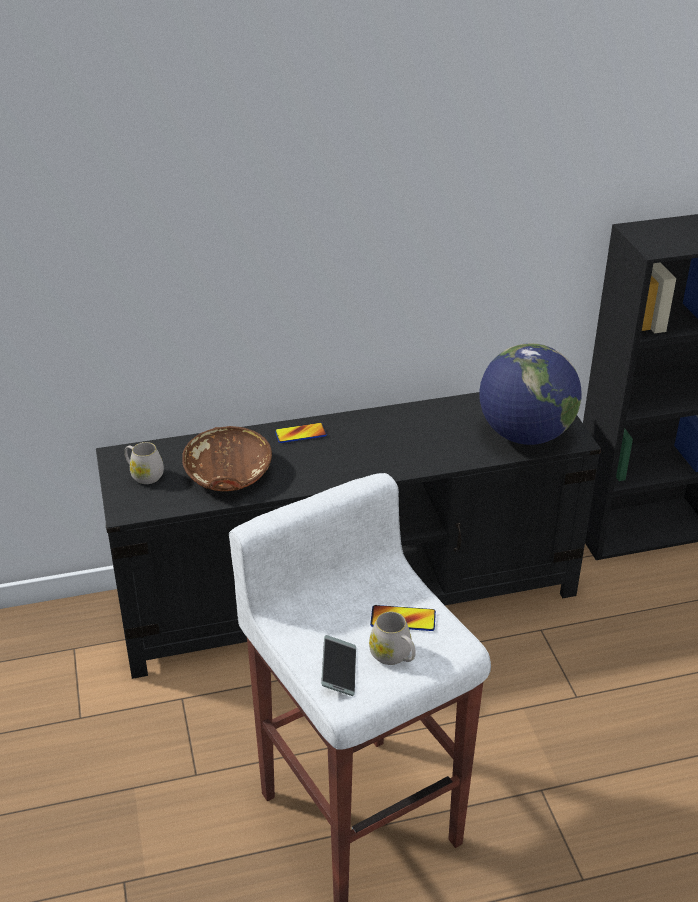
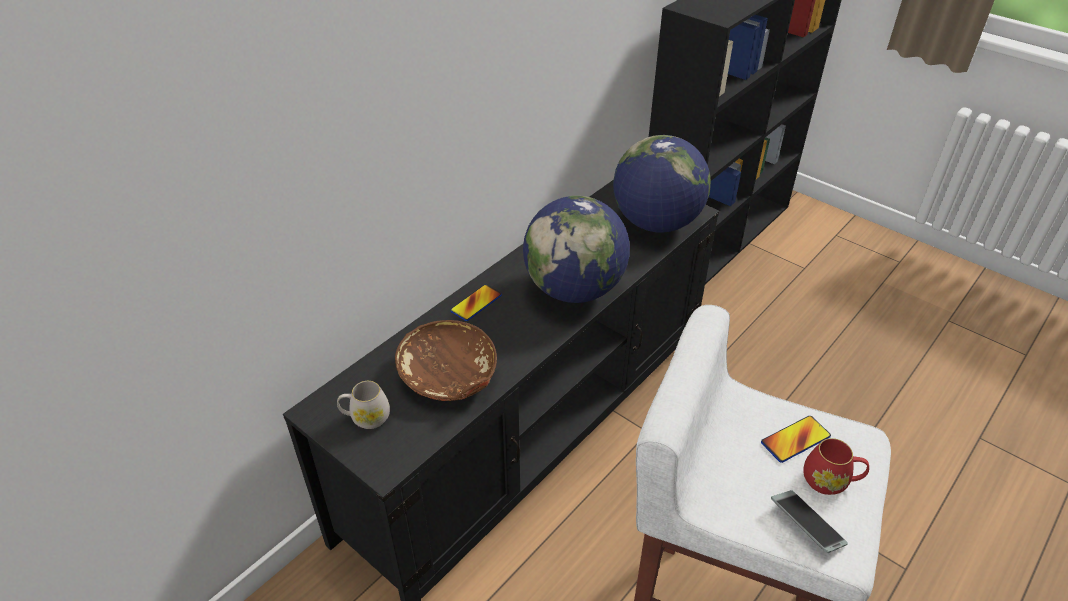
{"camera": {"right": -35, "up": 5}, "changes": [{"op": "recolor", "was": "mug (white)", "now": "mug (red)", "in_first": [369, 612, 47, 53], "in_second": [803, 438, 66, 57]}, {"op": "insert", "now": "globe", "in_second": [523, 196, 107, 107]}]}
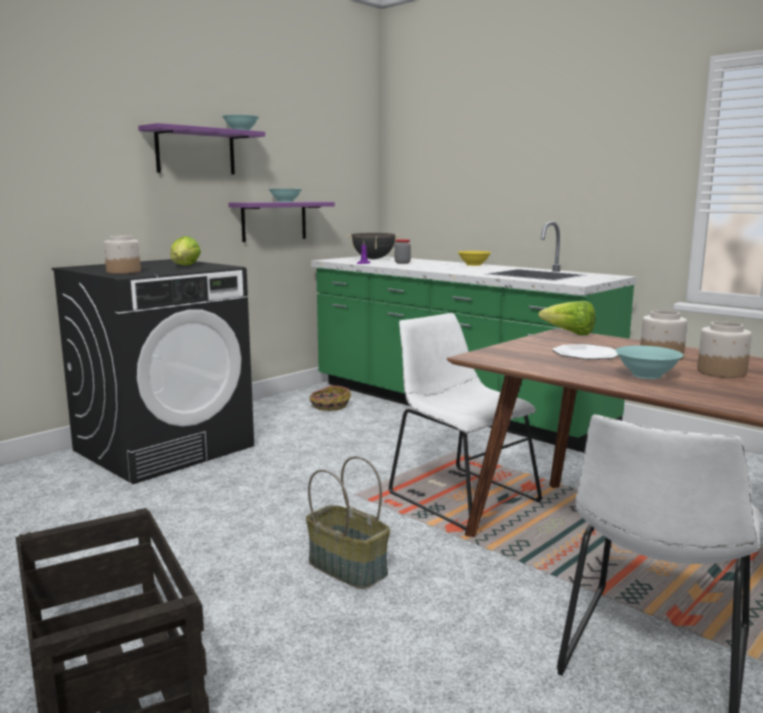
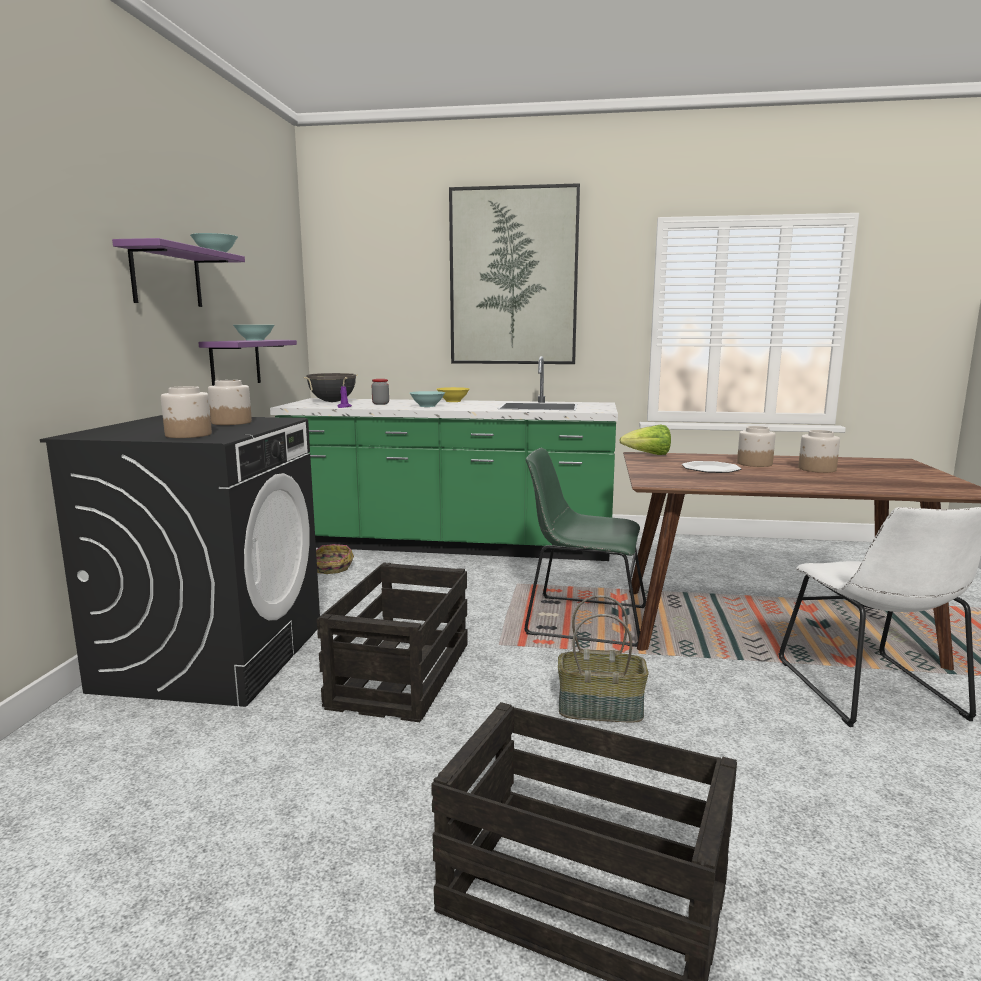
{"camera": {"right": -35, "up": 0}, "changes": [{"op": "replace", "was": "lettuce", "now": "jar", "in_first": [171, 236, 30, 30], "in_second": [208, 380, 44, 45]}, {"op": "recolor", "was": "chair (white)", "now": "chair (green)", "in_first": [388, 313, 155, 217], "in_second": [524, 448, 122, 199]}, {"op": "move", "was": "bowl (turquoise)", "in_first": [615, 346, 69, 33], "in_second": [410, 391, 35, 16]}, {"op": "insert", "now": "crate", "in_second": [317, 562, 151, 160]}, {"op": "insert", "now": "picture", "in_second": [449, 183, 131, 181]}]}
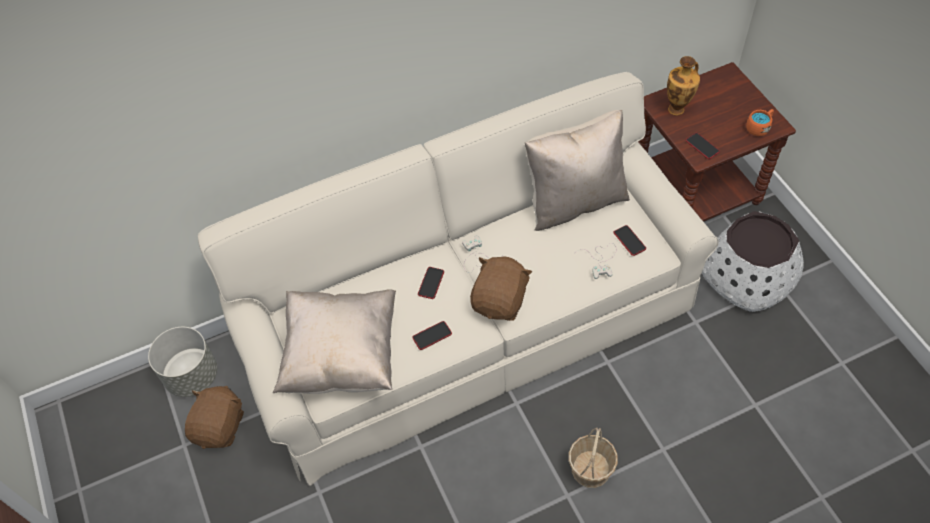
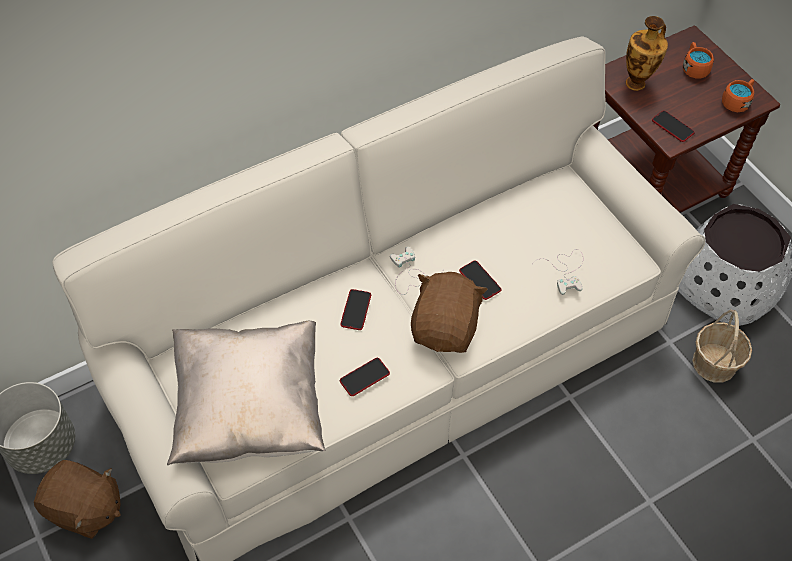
{"camera": {"right": -10, "up": 0}, "changes": [{"op": "rotate", "was": "plush toy (brown)", "in_first": [185, 386, 59, 63], "in_second": [34, 460, 87, 79], "clockwise": 105}, {"op": "delete", "was": "pillow (beige)", "in_first": [525, 110, 105, 121]}, {"op": "move", "was": "basket", "in_first": [569, 428, 49, 60], "in_second": [692, 310, 60, 73]}, {"op": "move", "was": "phone", "in_first": [614, 225, 32, 31], "in_second": [459, 261, 42, 39]}, {"op": "insert", "now": "mug (orange)", "in_second": [683, 42, 31, 36]}]}
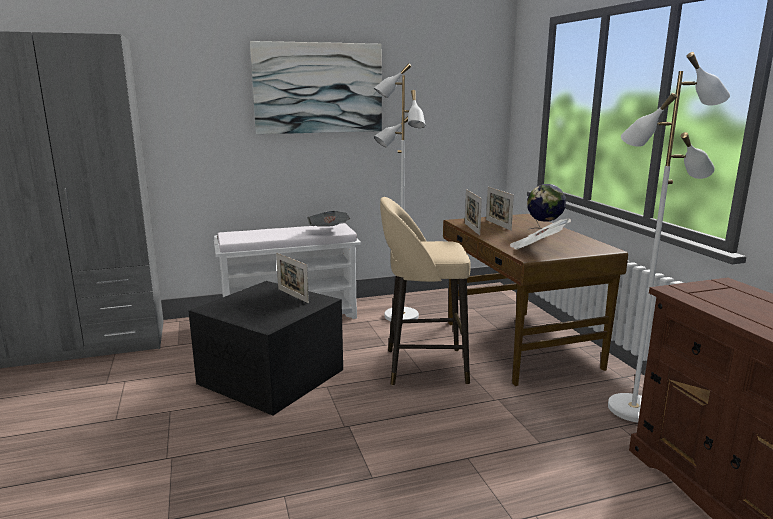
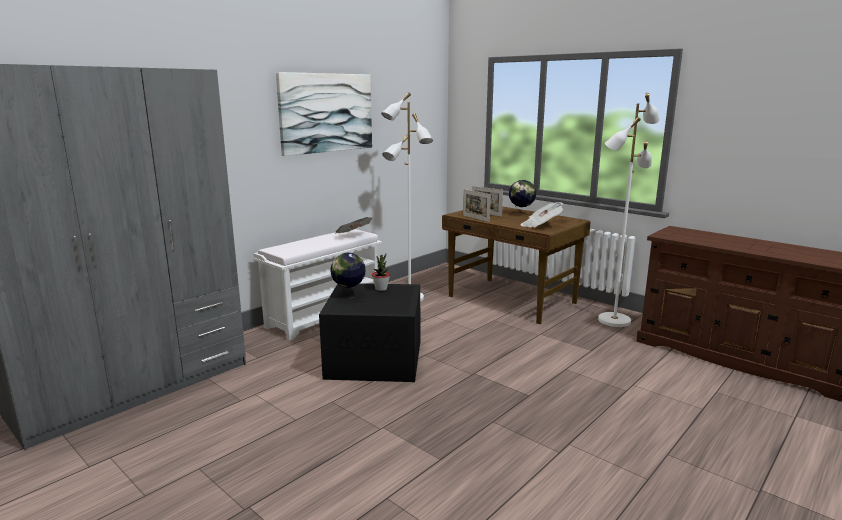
{"camera": {"right": -30, "up": 0}, "changes": [{"op": "replace", "was": "picture frame", "now": "potted plant", "in_first": [276, 253, 33, 50], "in_second": [372, 254, 18, 37]}, {"op": "delete", "was": "stool (beige)", "in_first": [380, 197, 91, 188]}, {"op": "insert", "now": "globe", "in_second": [330, 253, 36, 46]}]}
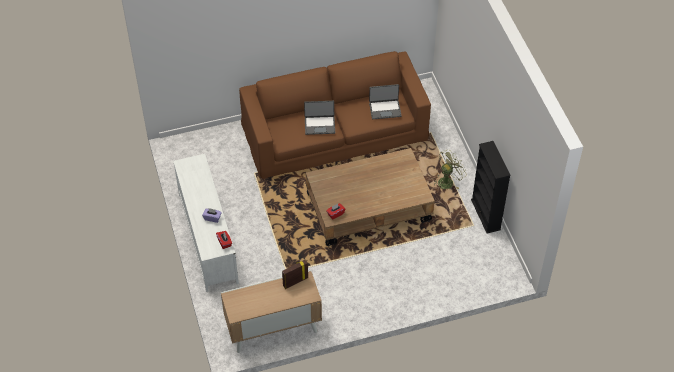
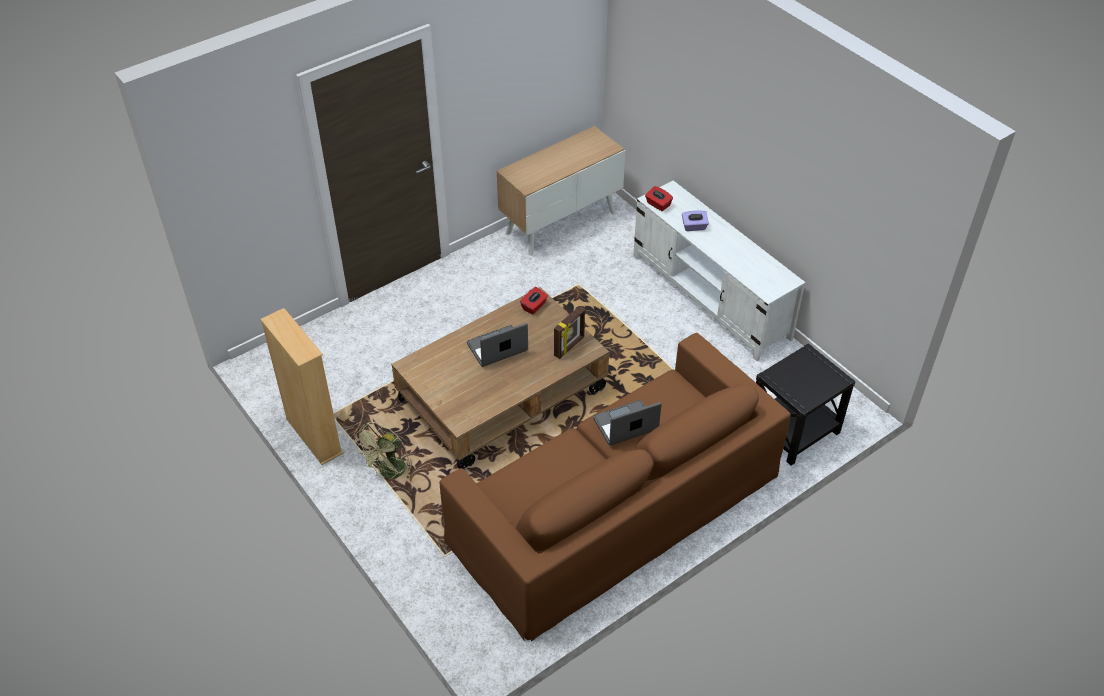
{"camera": {"right": 160, "up": -5}, "changes": [{"op": "move", "was": "picture frame", "in_first": [282, 260, 26, 29], "in_second": [554, 306, 31, 53]}, {"op": "move", "was": "laptop", "in_first": [369, 84, 33, 35], "in_second": [467, 323, 61, 44]}, {"op": "recolor", "was": "bookcase (black)", "now": "bookcase (beige)", "in_first": [471, 141, 40, 93], "in_second": [260, 308, 84, 157]}, {"op": "insert", "now": "side table (black)", "in_second": [756, 344, 99, 122]}]}
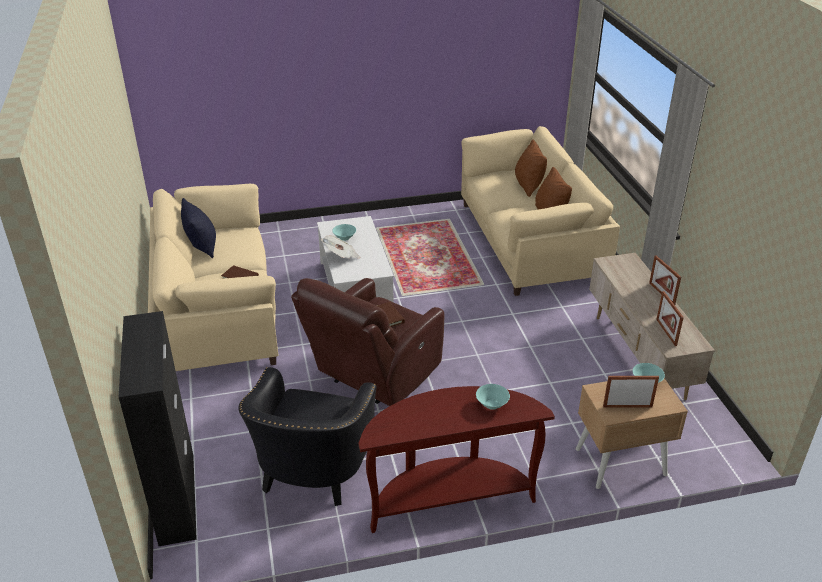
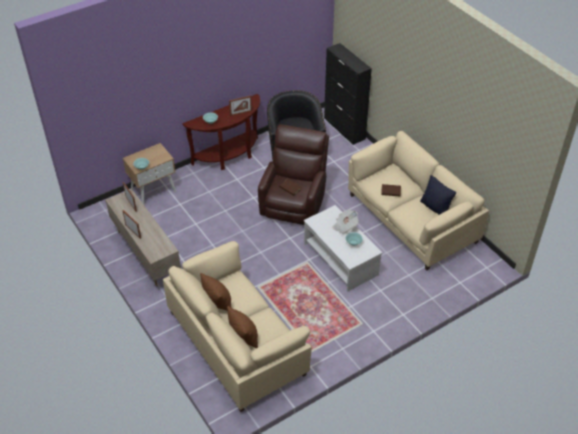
{"camera": {"right": 160, "up": 10}, "changes": [{"op": "move", "was": "picture frame", "in_first": [603, 376, 56, 31], "in_second": [229, 96, 23, 20]}]}
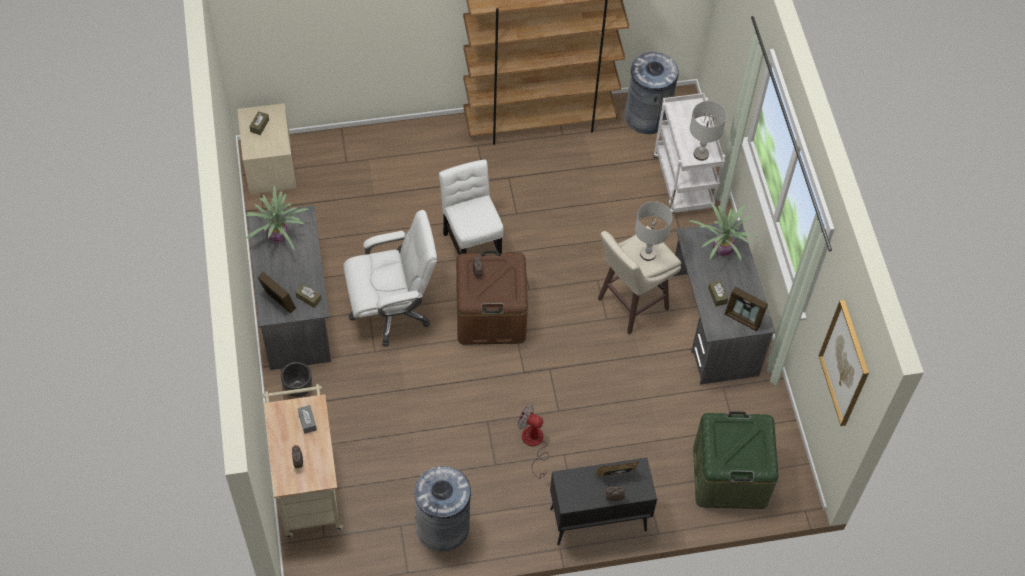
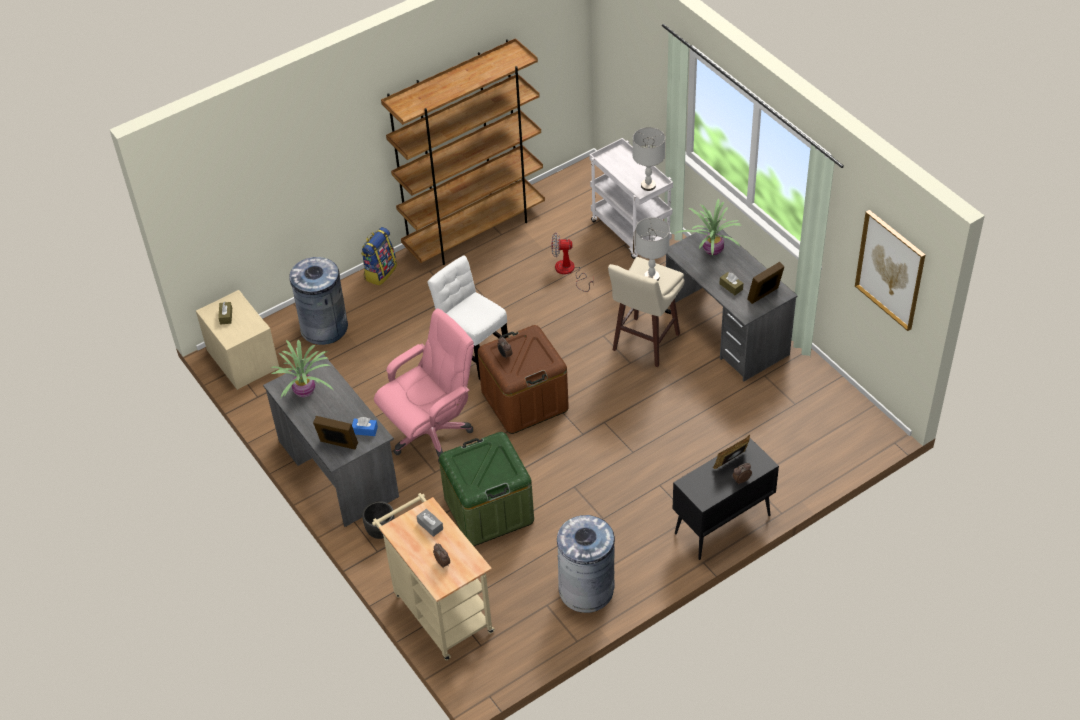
{"camera": {"right": -20, "up": -10}, "changes": [{"op": "recolor", "was": "tissue box (brown)", "now": "tissue box (blue)", "in_first": [295, 284, 26, 24], "in_second": [352, 417, 26, 19]}, {"op": "recolor", "was": "office chair (white)", "now": "office chair (pink)", "in_first": [343, 210, 94, 137], "in_second": [374, 308, 100, 154]}, {"op": "move", "was": "fan", "in_first": [518, 404, 31, 75], "in_second": [551, 233, 42, 59]}, {"op": "move", "was": "trash can (grey)", "in_first": [624, 52, 55, 82], "in_second": [289, 257, 59, 88]}, {"op": "move", "was": "storage box (green)", "in_first": [693, 411, 85, 98], "in_second": [439, 432, 95, 114]}, {"op": "rotate", "was": "picture frame", "in_first": [725, 287, 43, 44], "in_second": [747, 262, 37, 42], "clockwise": 135}, {"op": "insert", "now": "backpack", "in_second": [361, 227, 36, 59]}]}
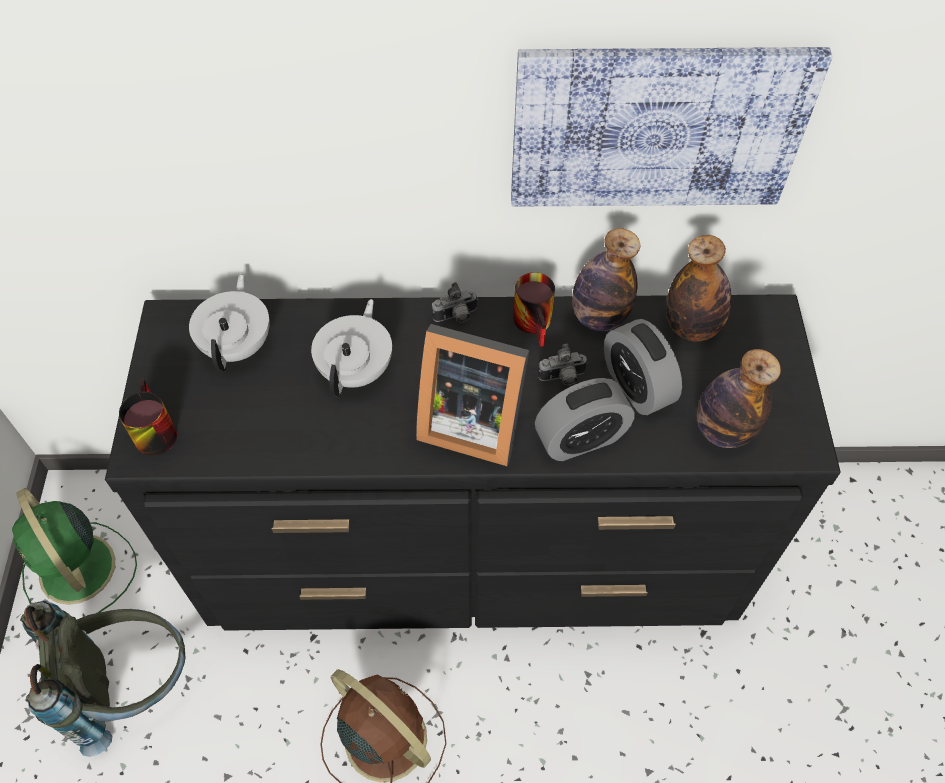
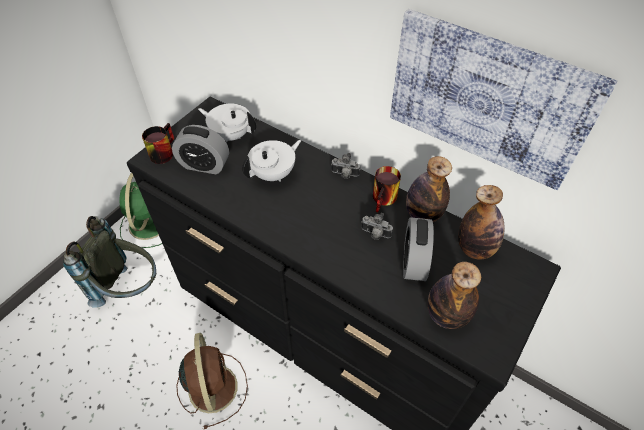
{"camera": {"right": 35, "up": -5}, "changes": [{"op": "rotate", "was": "teapot (white)", "in_first": [189, 274, 81, 97], "in_second": [198, 104, 58, 38], "clockwise": -105}, {"op": "delete", "was": "picture frame", "in_first": [416, 324, 113, 142]}, {"op": "move", "was": "alarm clock", "in_first": [535, 378, 100, 83], "in_second": [172, 125, 57, 49]}]}
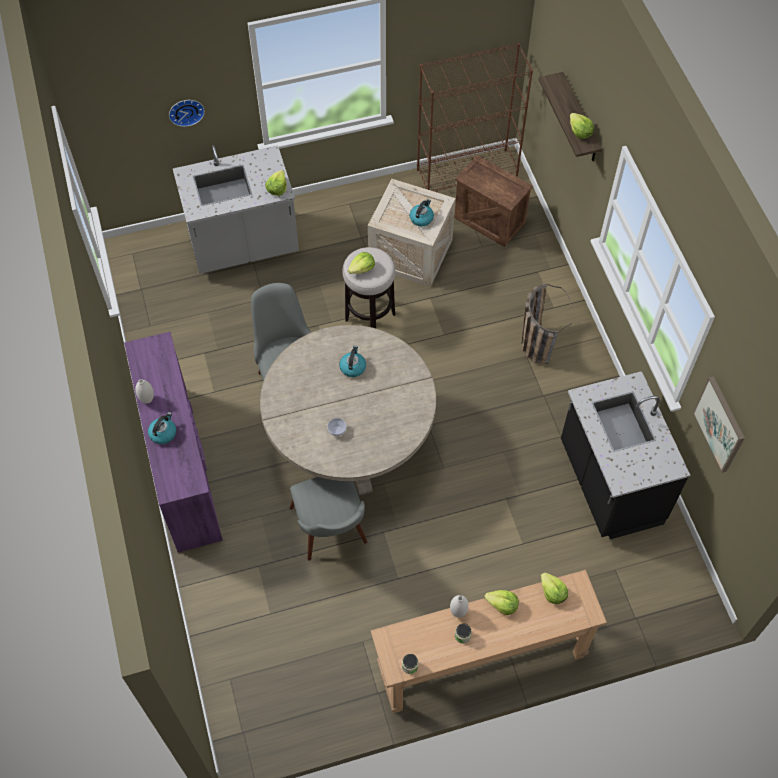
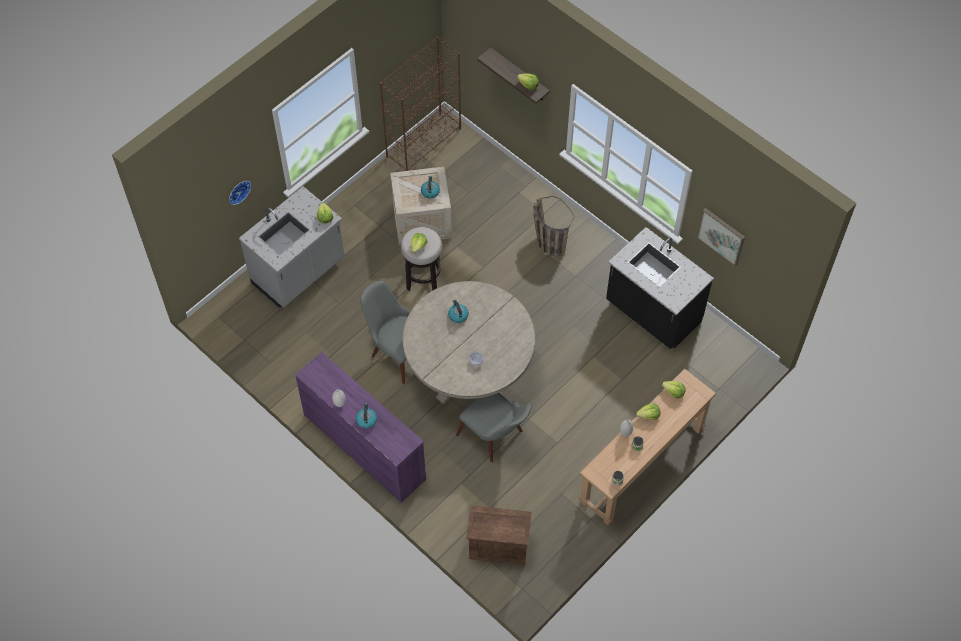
{"camera": {"right": -30, "up": 0}, "changes": [{"op": "move", "was": "crate", "in_first": [454, 155, 79, 92], "in_second": [466, 505, 66, 60]}]}
